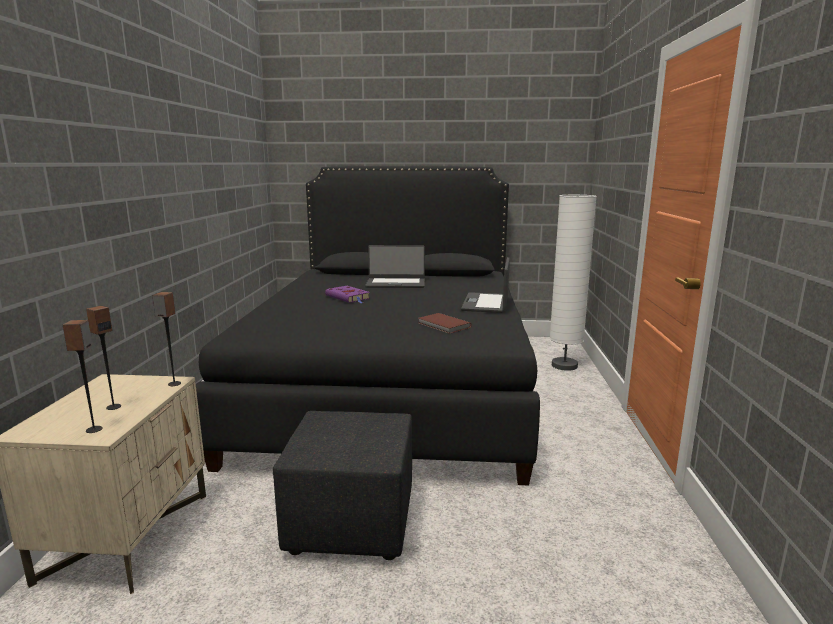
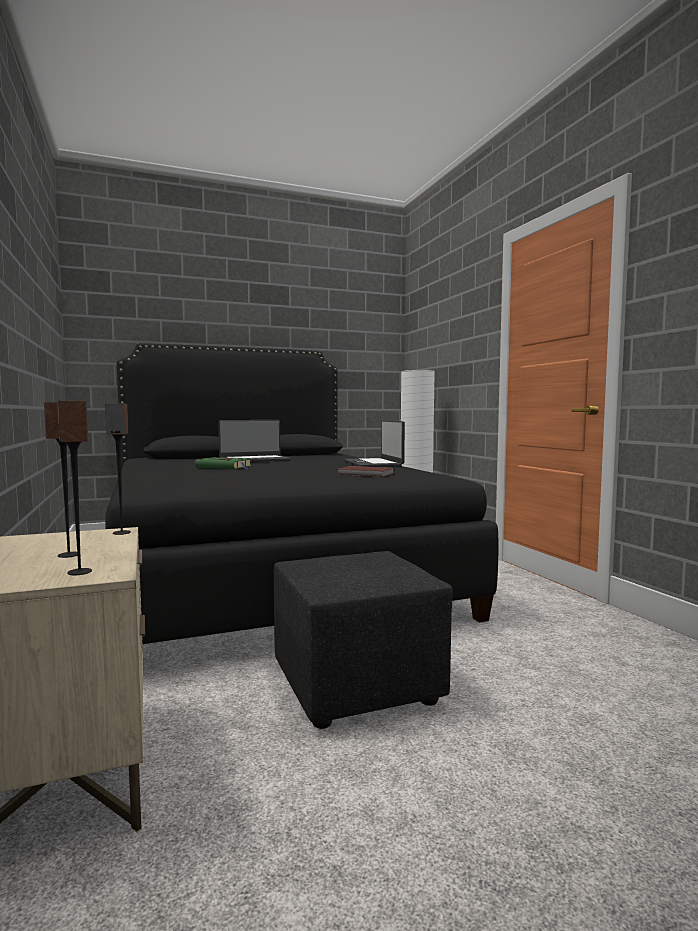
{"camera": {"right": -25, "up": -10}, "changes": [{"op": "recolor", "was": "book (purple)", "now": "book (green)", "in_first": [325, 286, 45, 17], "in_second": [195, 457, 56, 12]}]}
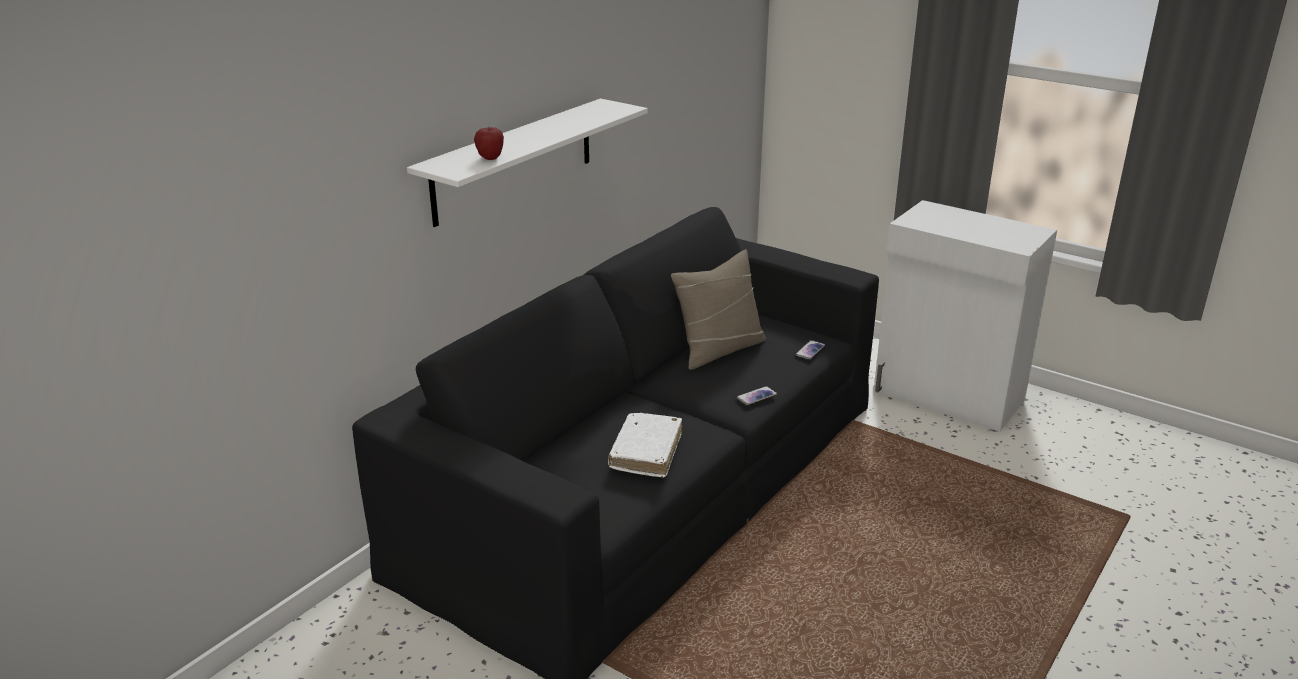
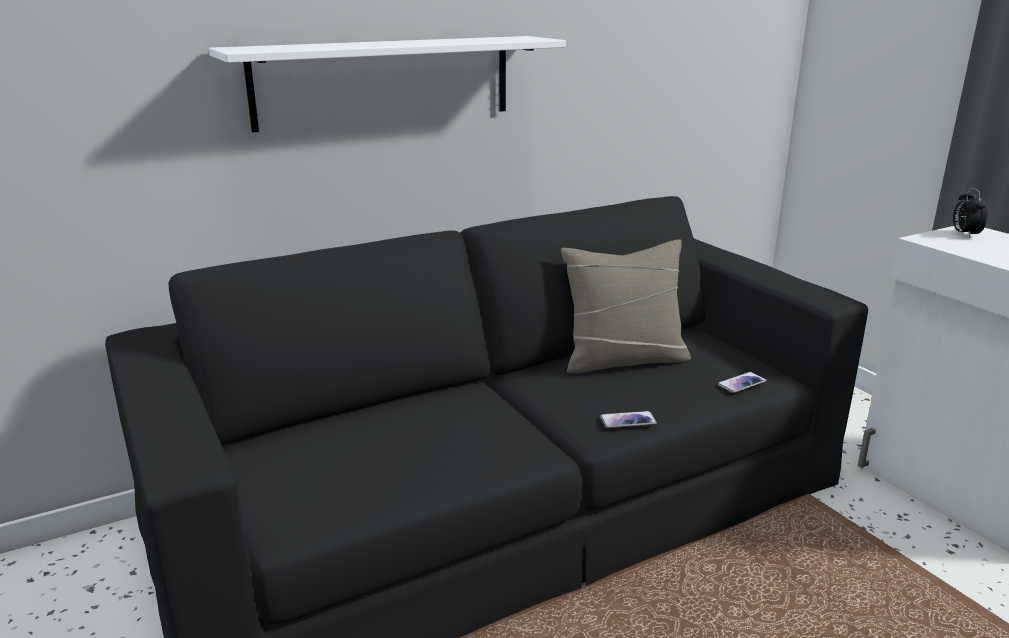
{"camera": {"right": 25, "up": -5}, "changes": [{"op": "delete", "was": "apple", "in_first": [474, 127, 30, 33]}, {"op": "delete", "was": "book (white)", "in_first": [608, 413, 74, 64]}, {"op": "insert", "now": "alarm clock", "in_second": [953, 188, 35, 50]}]}
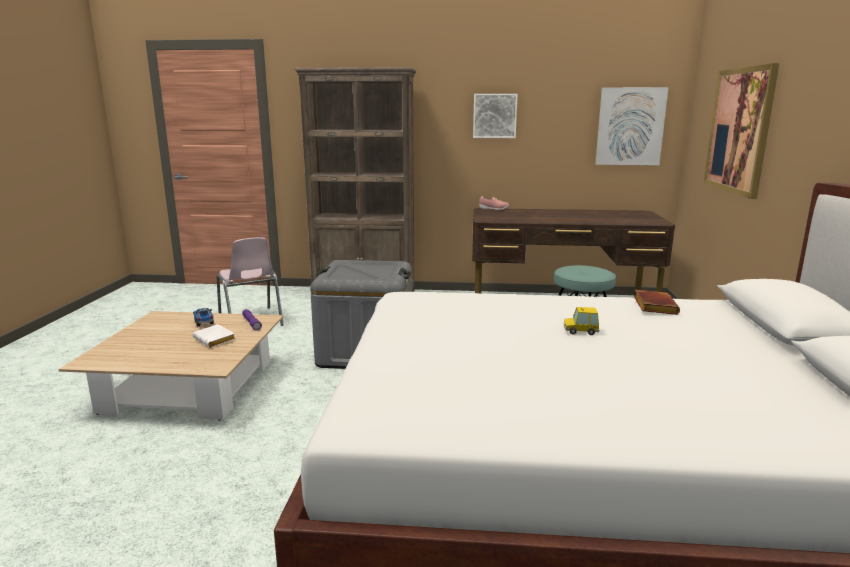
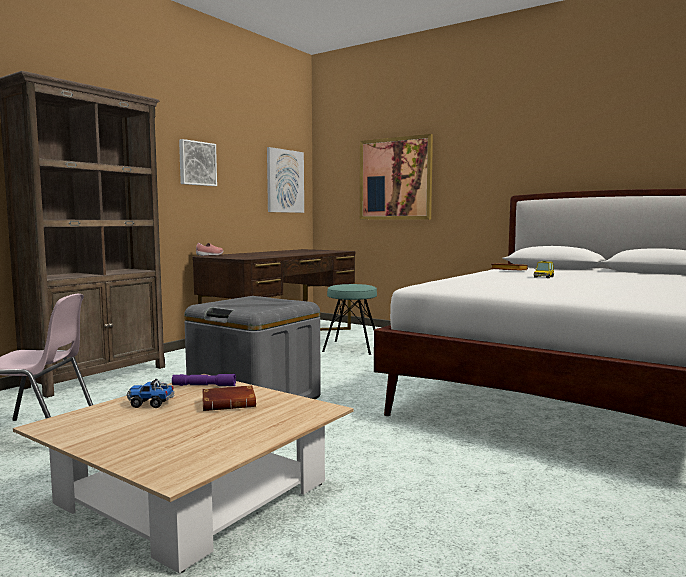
{"camera": {"right": -60, "up": -10}, "changes": [{"op": "recolor", "was": "book (white)", "now": "book (brown)", "in_first": [193, 324, 42, 24], "in_second": [202, 385, 54, 26]}]}
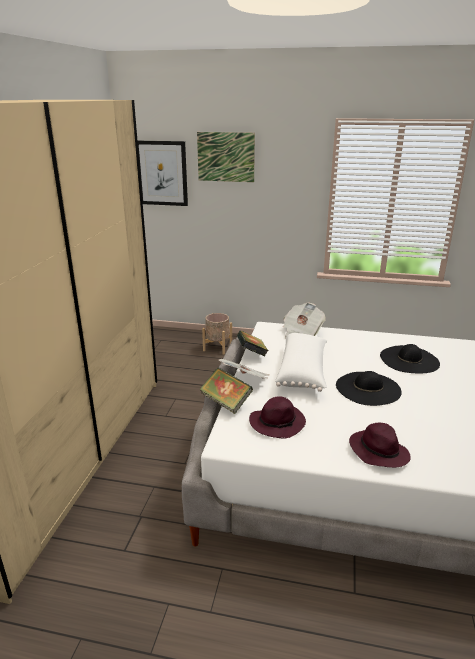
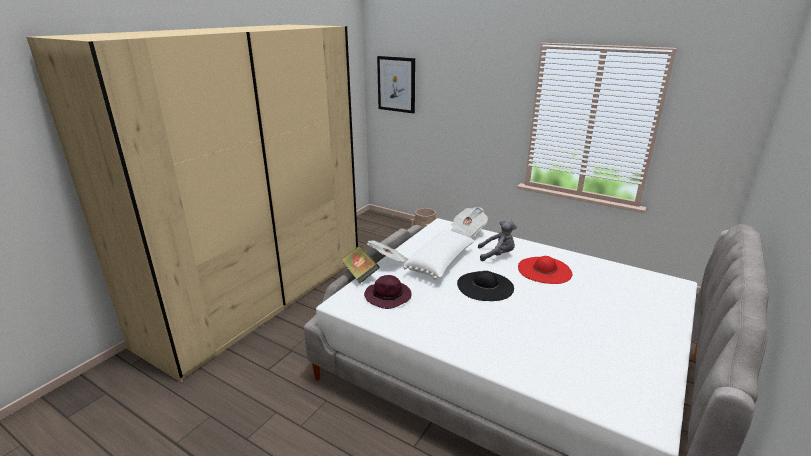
{"camera": {"right": 20, "up": 0}, "changes": [{"op": "delete", "was": "picture", "in_first": [197, 132, 58, 50]}, {"op": "delete", "was": "book", "in_first": [237, 331, 31, 25]}, {"op": "delete", "was": "hat (purple)", "in_first": [349, 423, 62, 45]}, {"op": "recolor", "was": "hat (black)", "now": "hat (red)", "in_first": [380, 344, 60, 29], "in_second": [518, 256, 55, 28]}, {"op": "insert", "now": "plush toy (grey)", "in_second": [478, 219, 39, 42]}]}
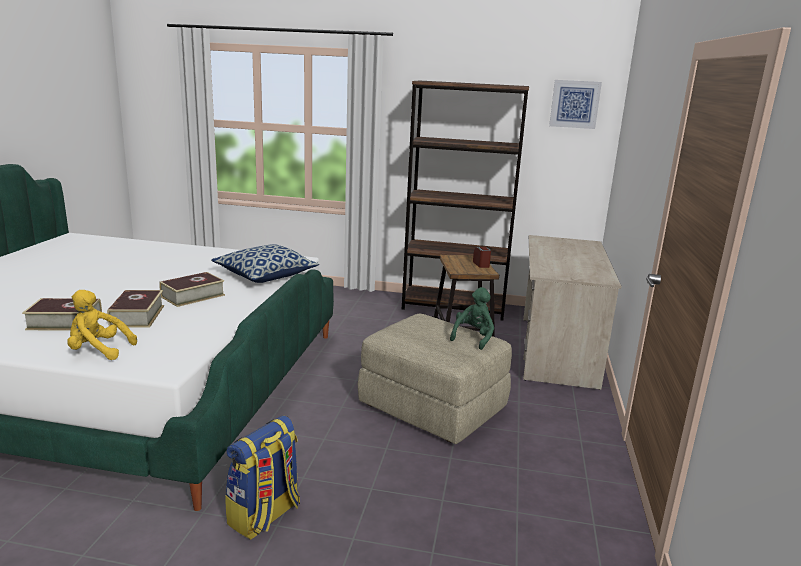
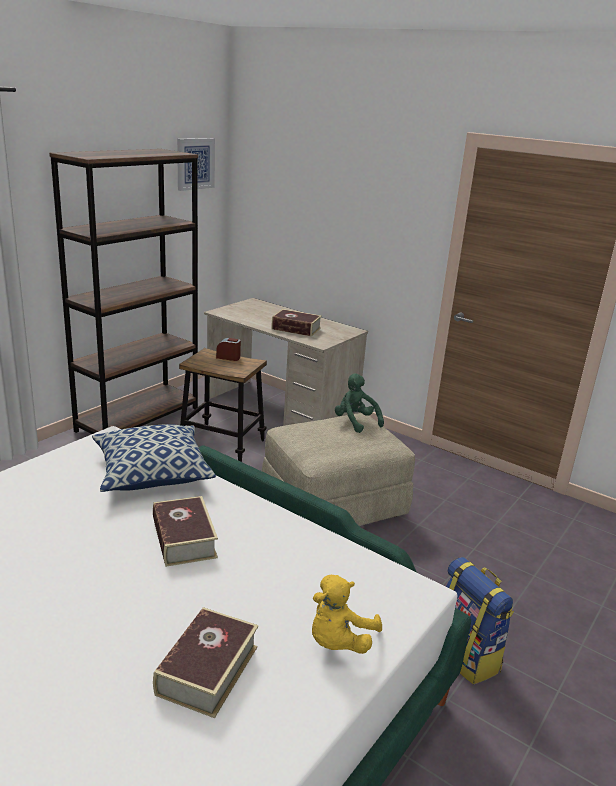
{"camera": {"right": -65, "up": 5}, "changes": [{"op": "move", "was": "book", "in_first": [107, 290, 57, 37], "in_second": [272, 309, 50, 28]}]}
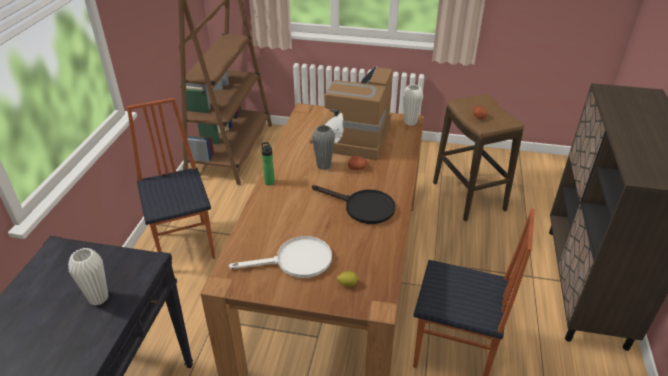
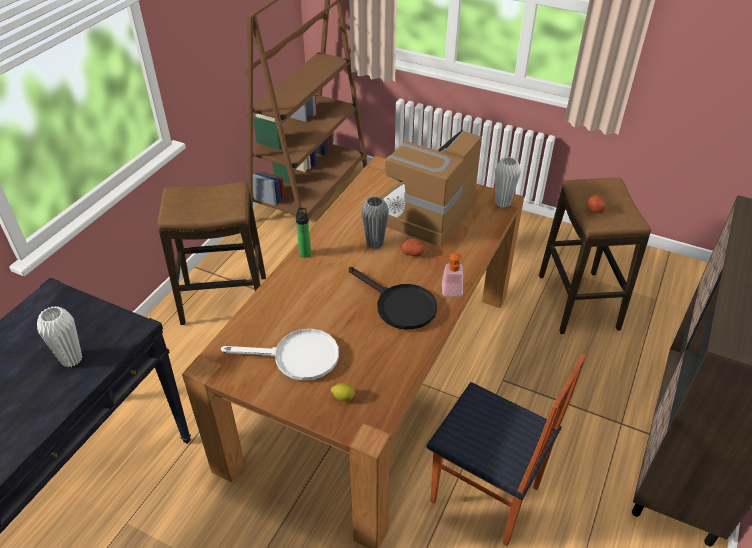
{"camera": {"right": 15, "up": 5}, "changes": [{"op": "replace", "was": "chair", "now": "stool", "in_first": [127, 98, 88, 161], "in_second": [158, 182, 108, 143]}, {"op": "insert", "now": "soap dispenser", "in_second": [435, 253, 28, 44]}]}
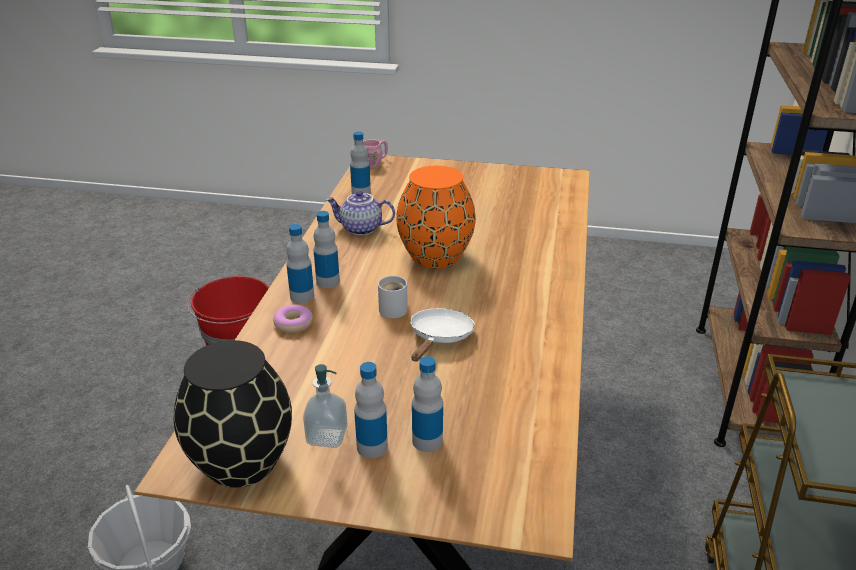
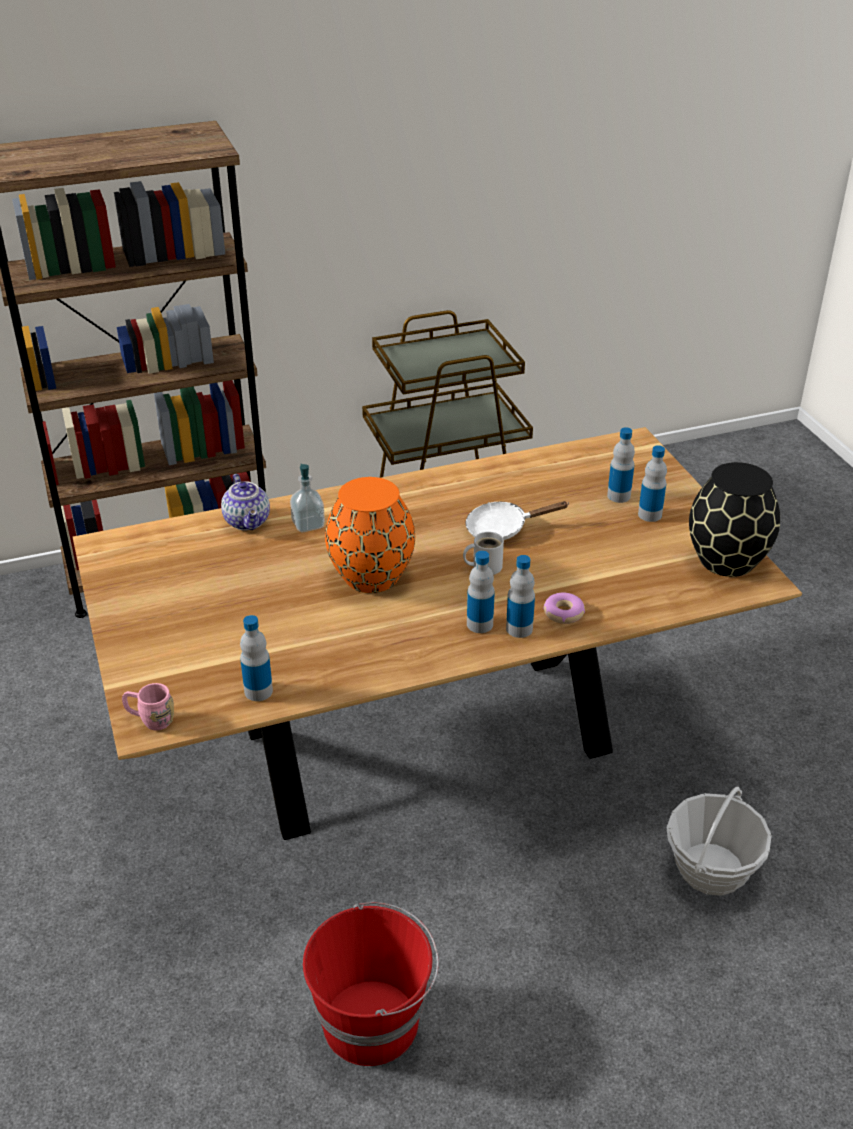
{"camera": {"right": -120, "up": 5}, "changes": [{"op": "move", "was": "soap dispenser", "in_first": [303, 364, 45, 84], "in_second": [290, 464, 35, 68]}, {"op": "move", "was": "teapot", "in_first": [326, 191, 69, 45], "in_second": [221, 474, 49, 56]}]}
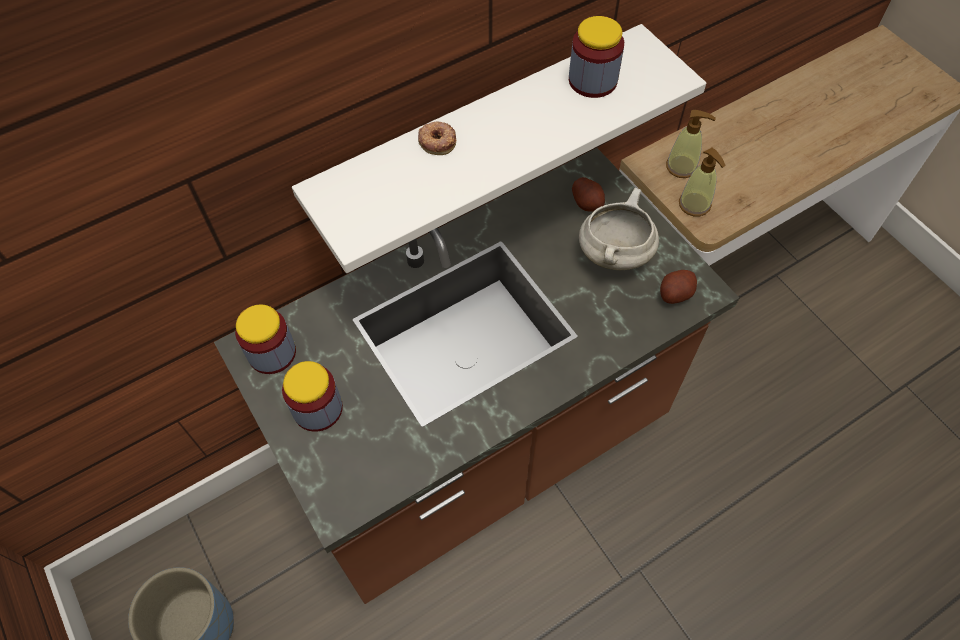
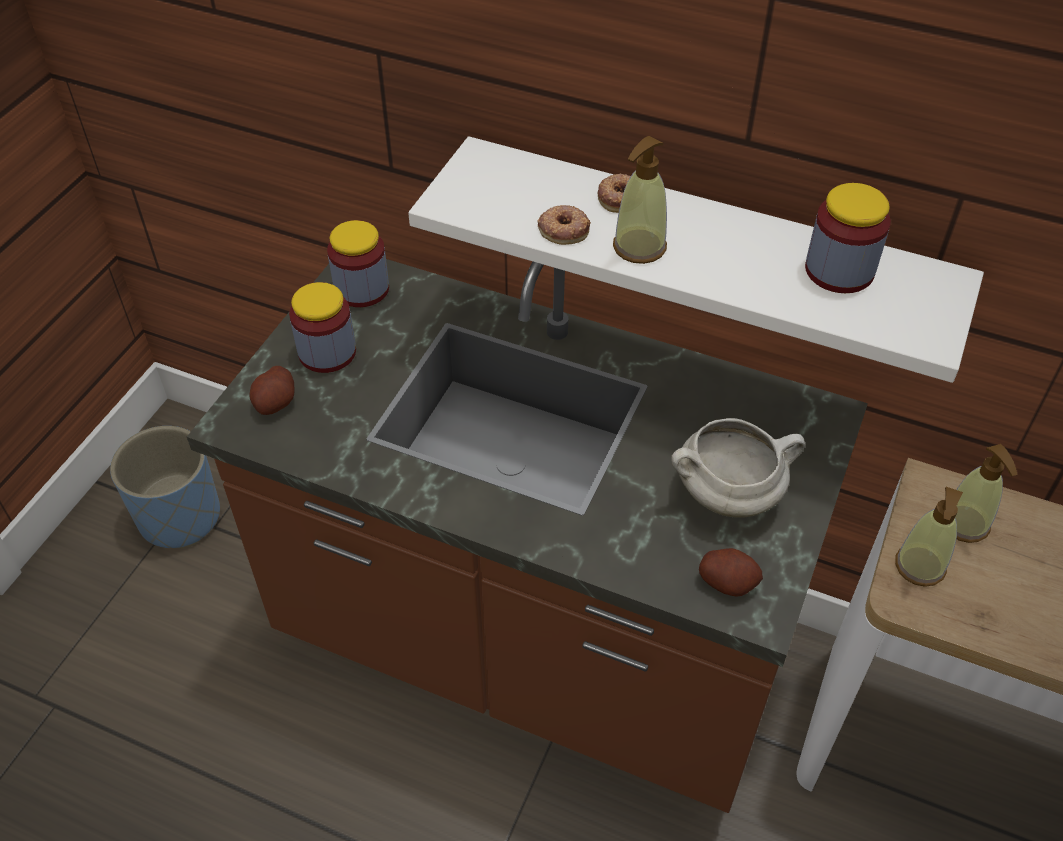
{"camera": {"right": 55, "up": -10}, "changes": [{"op": "move", "was": "potato", "in_first": [572, 177, 33, 35], "in_second": [249, 366, 46, 49]}, {"op": "insert", "now": "donut", "in_second": [537, 205, 54, 40]}, {"op": "insert", "now": "soap dispenser", "in_second": [613, 136, 54, 128]}]}
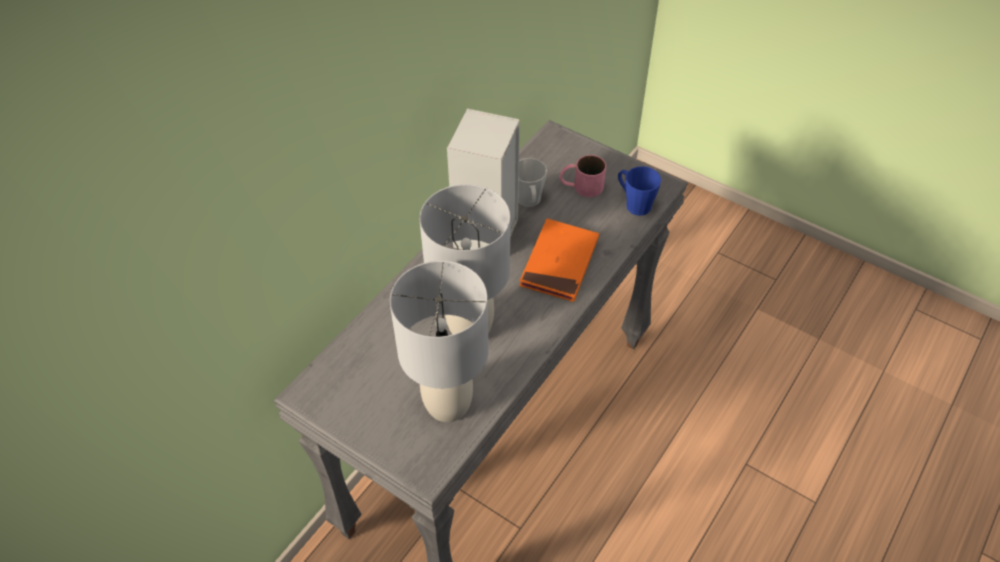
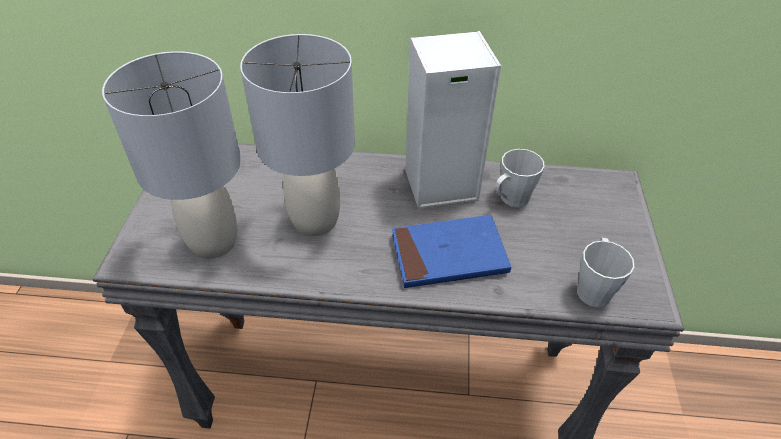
{"camera": {"right": 60, "up": -5}, "changes": [{"op": "recolor", "was": "book (orange)", "now": "book (blue)", "in_first": [519, 219, 80, 83], "in_second": [392, 215, 119, 73]}, {"op": "delete", "was": "mug (pink)", "in_first": [560, 155, 46, 42]}, {"op": "recolor", "was": "mug (blue)", "now": "mug (grey)", "in_first": [618, 166, 43, 50], "in_second": [577, 237, 57, 70]}]}
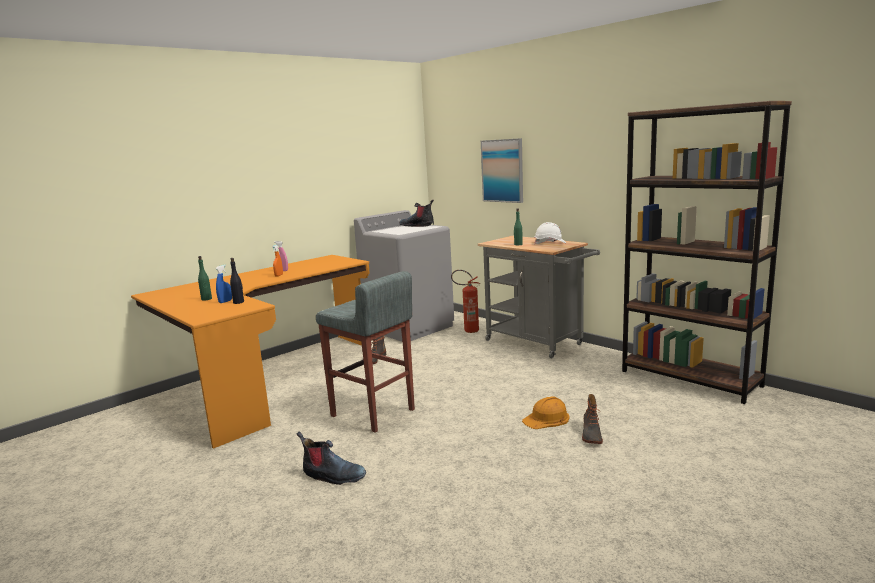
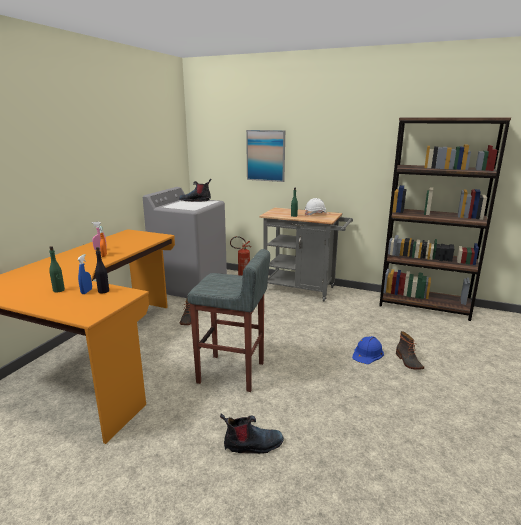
{"camera": {"right": -25, "up": 5}, "changes": [{"op": "recolor", "was": "hard hat (orange)", "now": "hard hat (blue)", "in_first": [522, 396, 48, 33], "in_second": [352, 336, 32, 28]}]}
